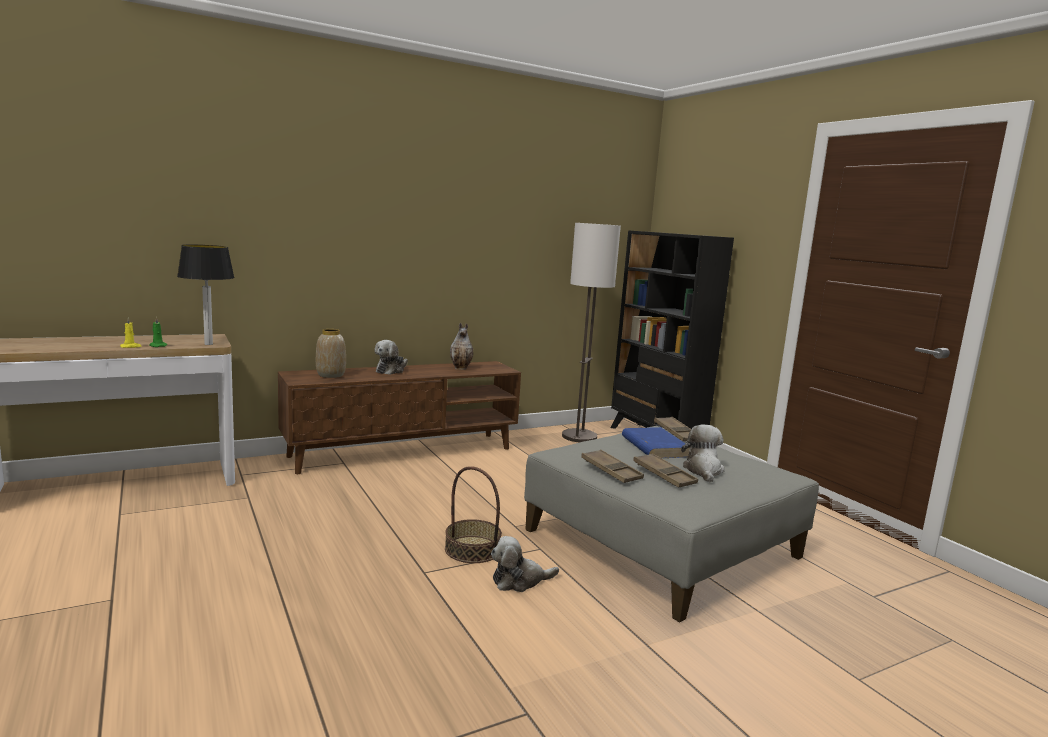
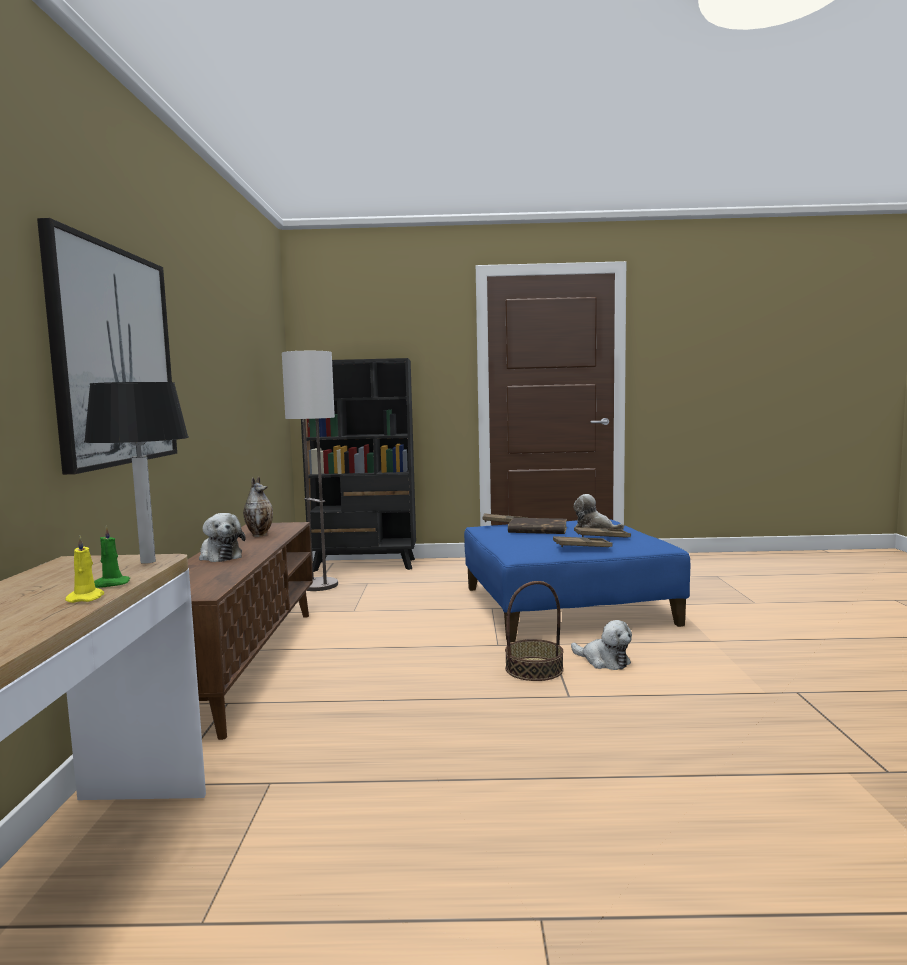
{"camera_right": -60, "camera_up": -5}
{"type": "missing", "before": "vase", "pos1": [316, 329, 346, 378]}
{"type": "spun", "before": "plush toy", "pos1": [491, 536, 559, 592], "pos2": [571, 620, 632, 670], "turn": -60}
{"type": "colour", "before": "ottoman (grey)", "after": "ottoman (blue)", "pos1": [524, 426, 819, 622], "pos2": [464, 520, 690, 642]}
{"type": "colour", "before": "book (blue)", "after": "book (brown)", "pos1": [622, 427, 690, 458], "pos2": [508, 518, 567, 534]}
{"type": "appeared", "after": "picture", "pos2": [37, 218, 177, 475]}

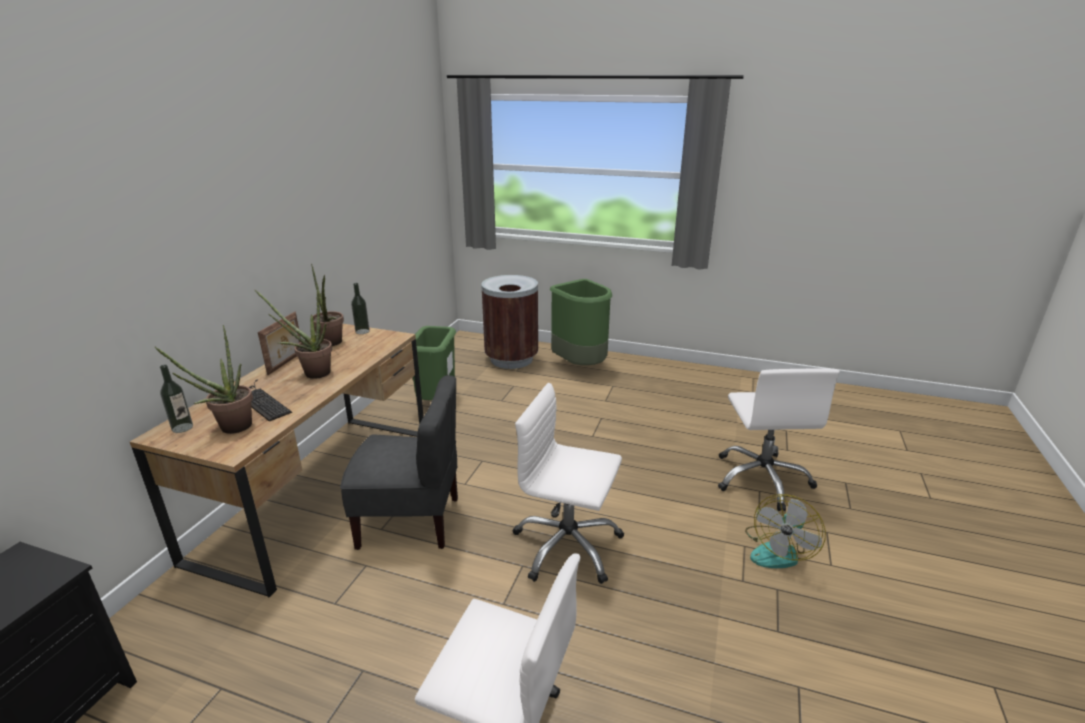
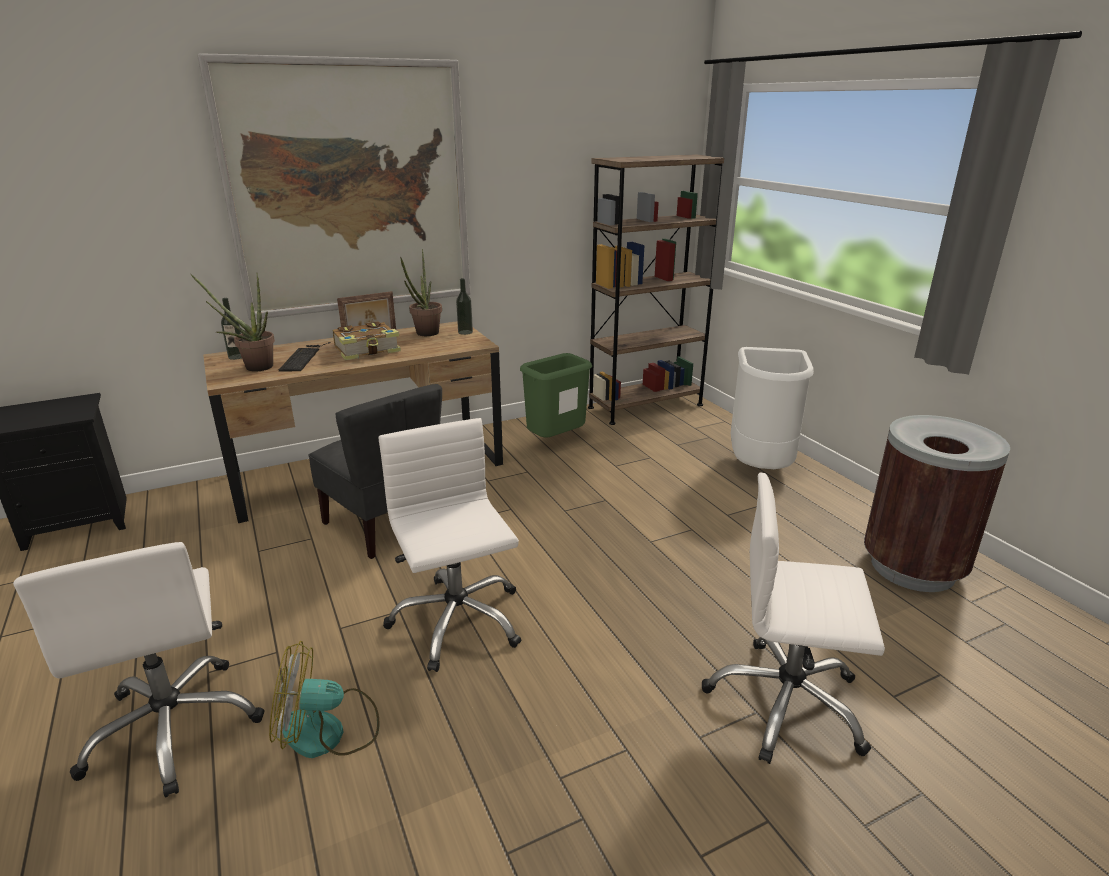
{"camera_right": 45, "camera_up": 0}
{"type": "exchanged", "before": "potted plant", "after": "book", "pos1": [255, 290, 332, 379], "pos2": [333, 321, 401, 360]}
{"type": "relocated", "before": "trash can (brown)", "pos1": [481, 275, 538, 369], "pos2": [864, 415, 1010, 592]}
{"type": "colour", "before": "trash can (green)", "after": "trash can (white)", "pos1": [550, 279, 612, 365], "pos2": [731, 347, 814, 469]}
{"type": "spun", "before": "office chair (white)", "pos1": [718, 368, 840, 511], "pos2": [702, 472, 885, 764], "turn": 60}
{"type": "relocated", "before": "fan", "pos1": [745, 494, 826, 568], "pos2": [269, 641, 380, 758]}
{"type": "appeared", "after": "picture", "pos2": [197, 53, 470, 320]}
{"type": "appeared", "after": "bookcase (brown)", "pos2": [588, 154, 724, 425]}

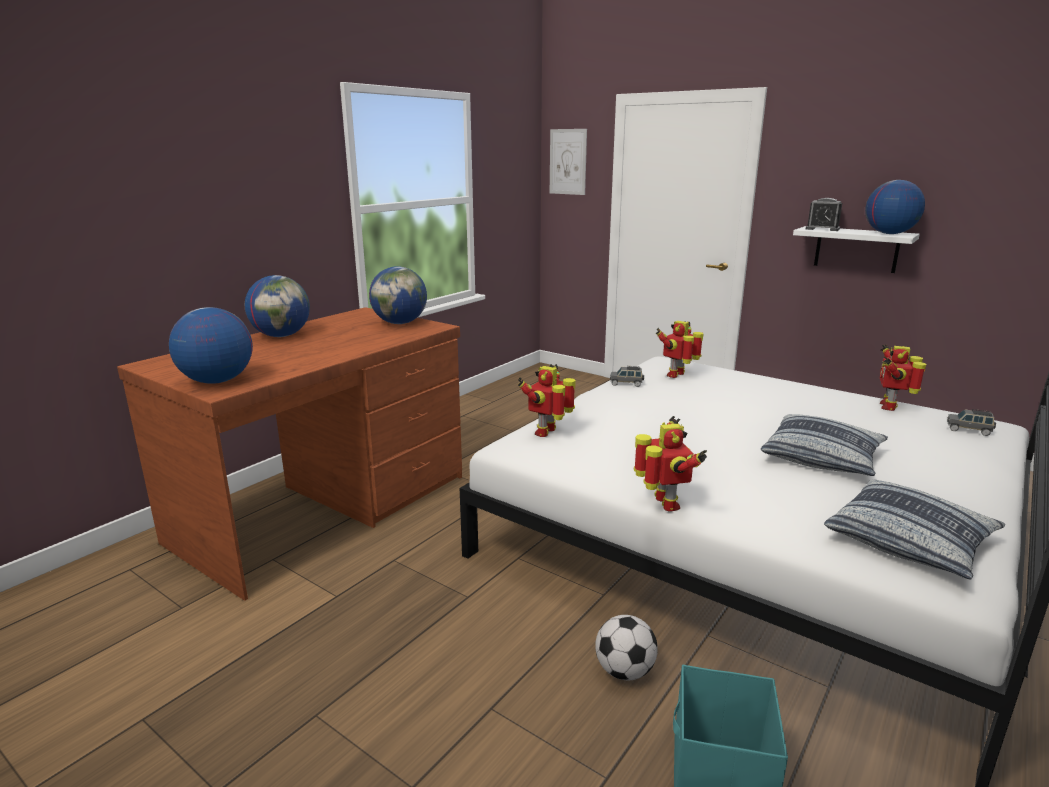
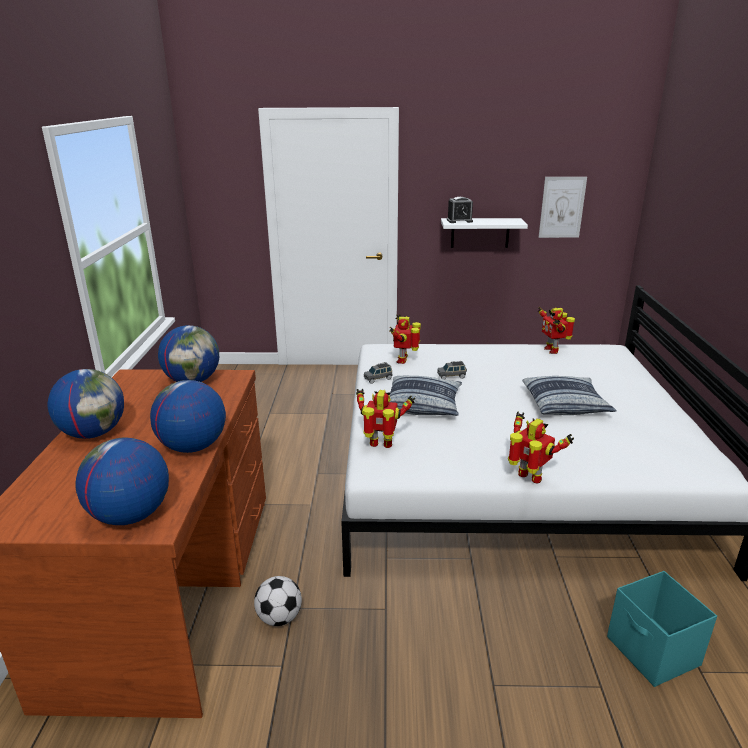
{"camera_right": -35, "camera_up": 5}
{"type": "spun", "before": "toy robot", "pos1": [518, 364, 576, 437], "pos2": [356, 389, 415, 448], "turn": 105}
{"type": "relocated", "before": "picture", "pos1": [550, 129, 587, 195], "pos2": [539, 177, 587, 238]}
{"type": "relocated", "before": "football", "pos1": [595, 615, 658, 680], "pos2": [254, 576, 302, 626]}
{"type": "relocated", "before": "pillow", "pos1": [824, 480, 1005, 580], "pos2": [390, 376, 462, 416]}
{"type": "relocated", "before": "globe", "pos1": [865, 180, 925, 234], "pos2": [150, 380, 226, 453]}
{"type": "relocated", "before": "toy car (grey)", "pos1": [947, 409, 996, 436], "pos2": [437, 361, 467, 379]}

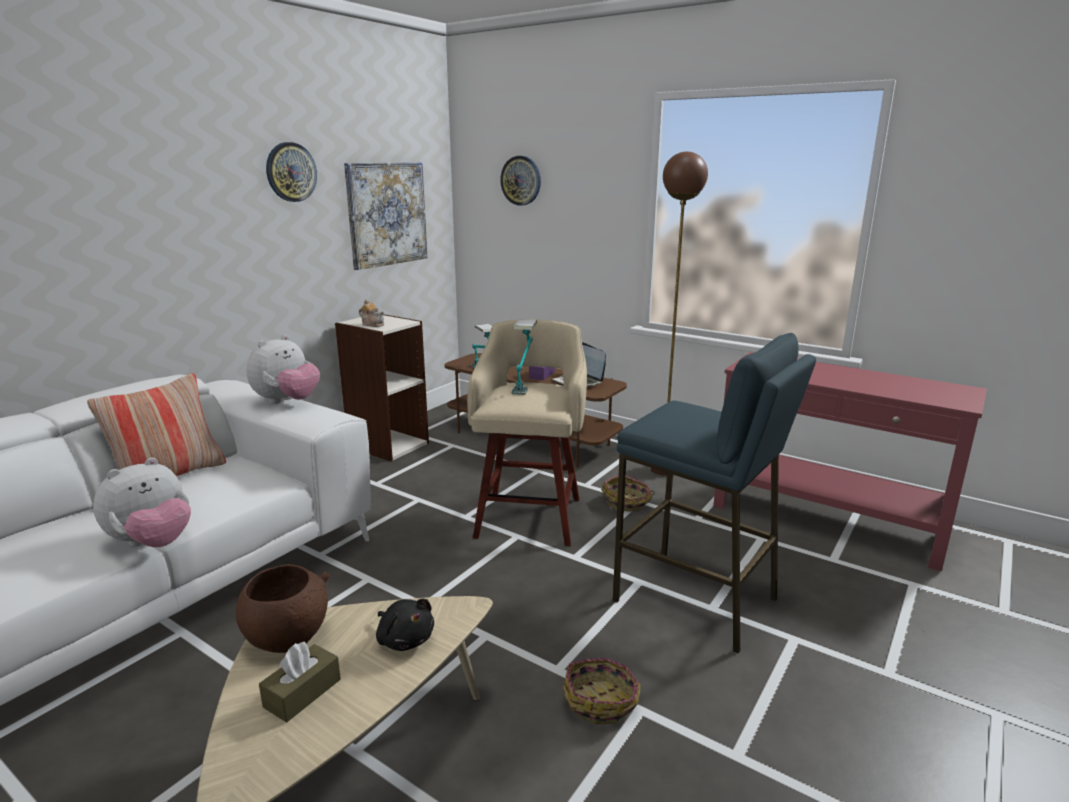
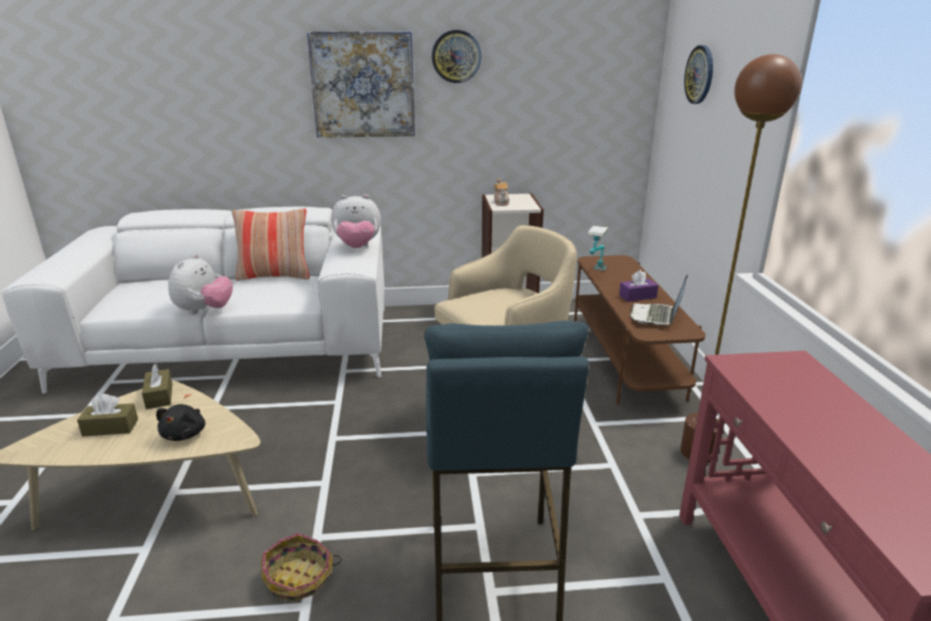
{"camera_right": 50, "camera_up": 5}
{"type": "spun", "before": "plush toy", "pos1": [93, 458, 191, 547], "pos2": [168, 254, 233, 315], "turn": -75}
{"type": "exchanged", "before": "bowl (brown)", "after": "tissue box (brown)", "pos1": [236, 564, 329, 653], "pos2": [142, 364, 172, 409]}
{"type": "relocated", "before": "picture", "pos1": [344, 162, 427, 270], "pos2": [307, 31, 415, 138]}
{"type": "missing", "before": "table lamp", "pos1": [511, 319, 537, 395]}
{"type": "missing", "before": "basket", "pos1": [601, 476, 655, 512]}

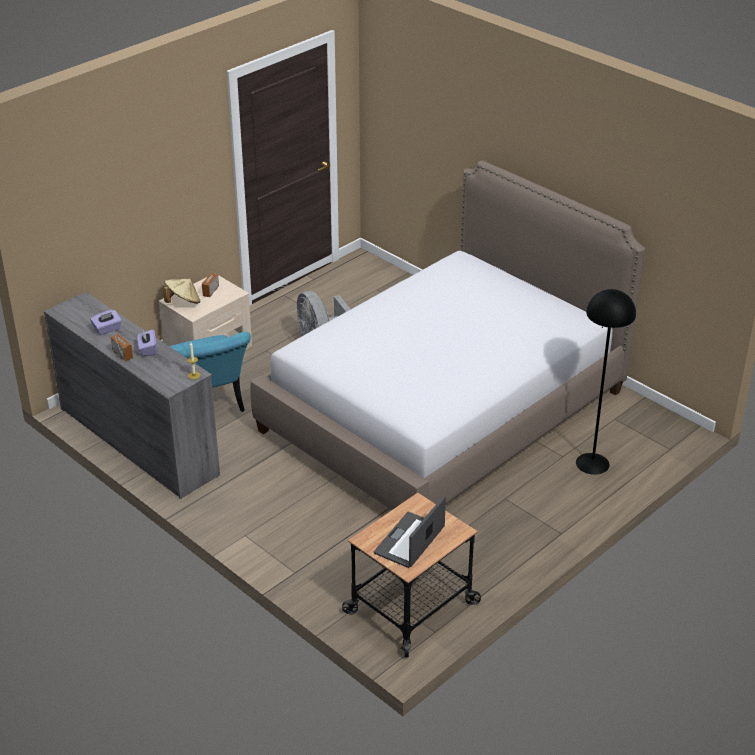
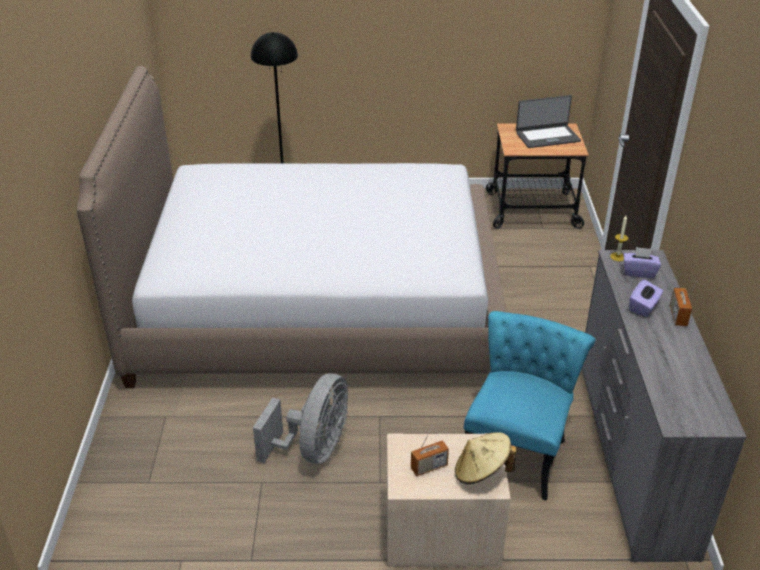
{"camera_right": -135, "camera_up": 0}
{"type": "relocated", "before": "tissue box (purple)", "pos1": [90, 310, 122, 335], "pos2": [623, 247, 661, 278]}

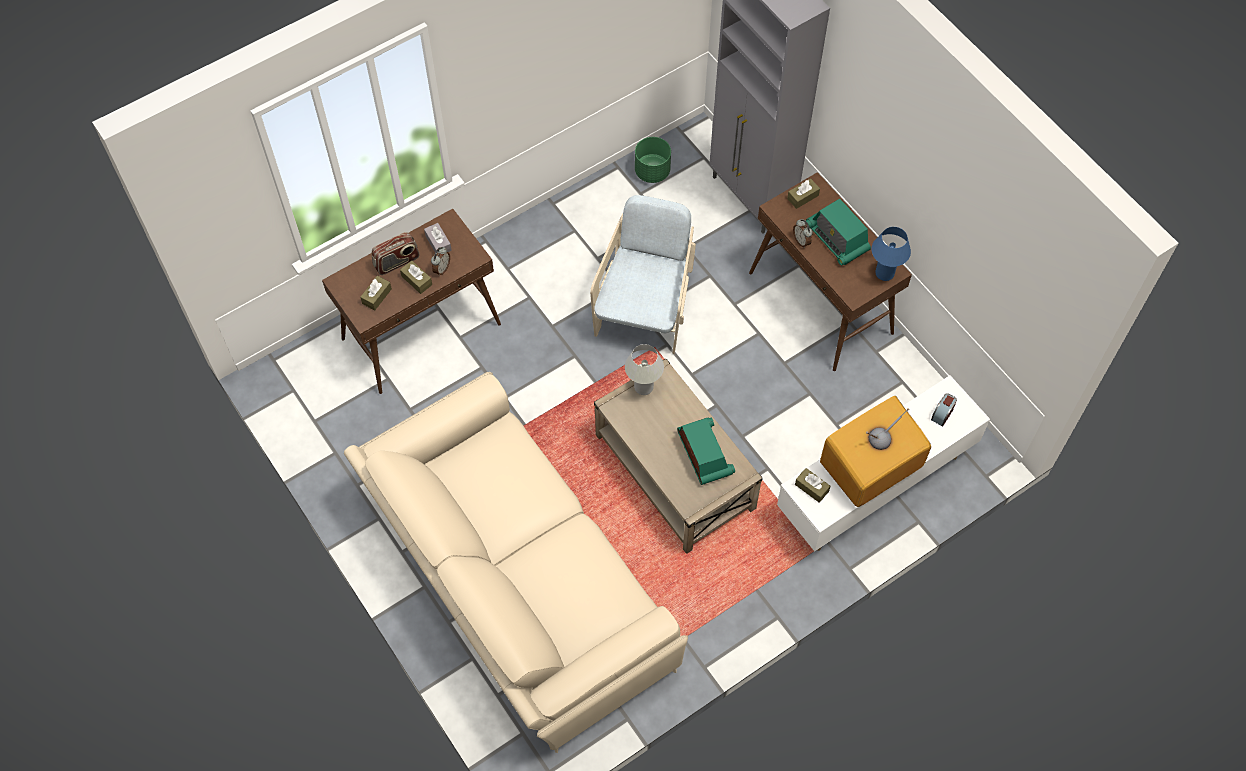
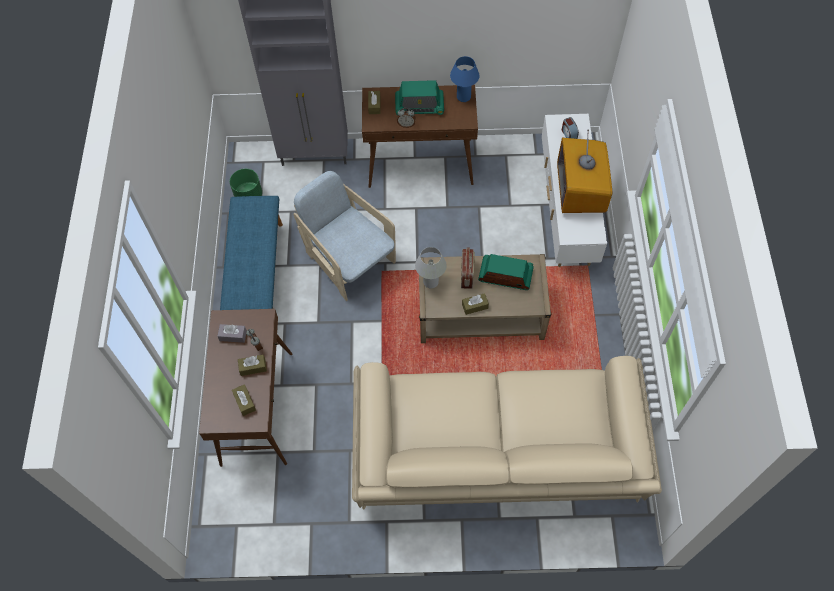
{"camera_right": -55, "camera_up": 0}
{"type": "relocated", "before": "radio", "pos1": [372, 232, 420, 275], "pos2": [461, 247, 475, 289]}
{"type": "relocated", "before": "tissue box (brown)", "pos1": [795, 468, 830, 503], "pos2": [462, 293, 489, 315]}
{"type": "appeared", "after": "bench (blue)", "pos2": [220, 196, 283, 310]}

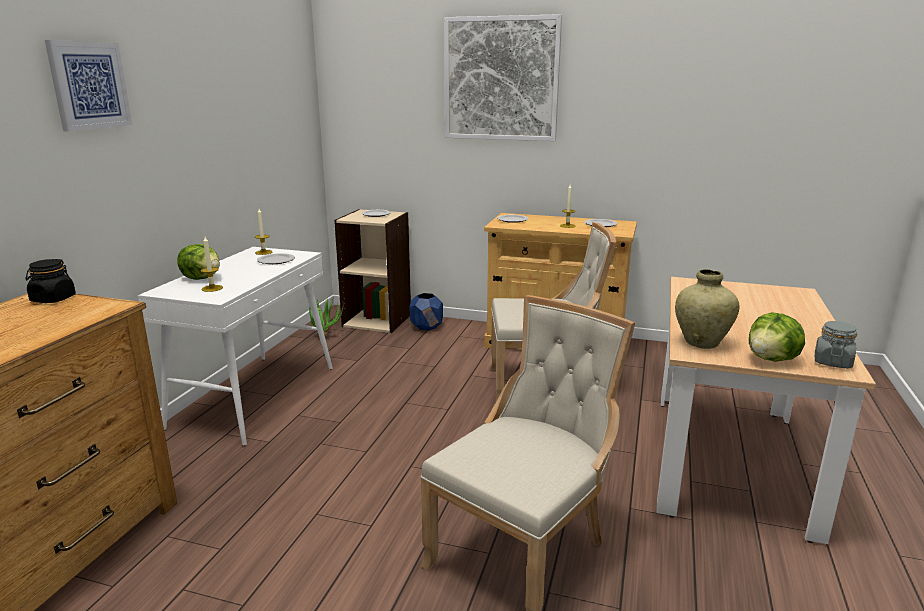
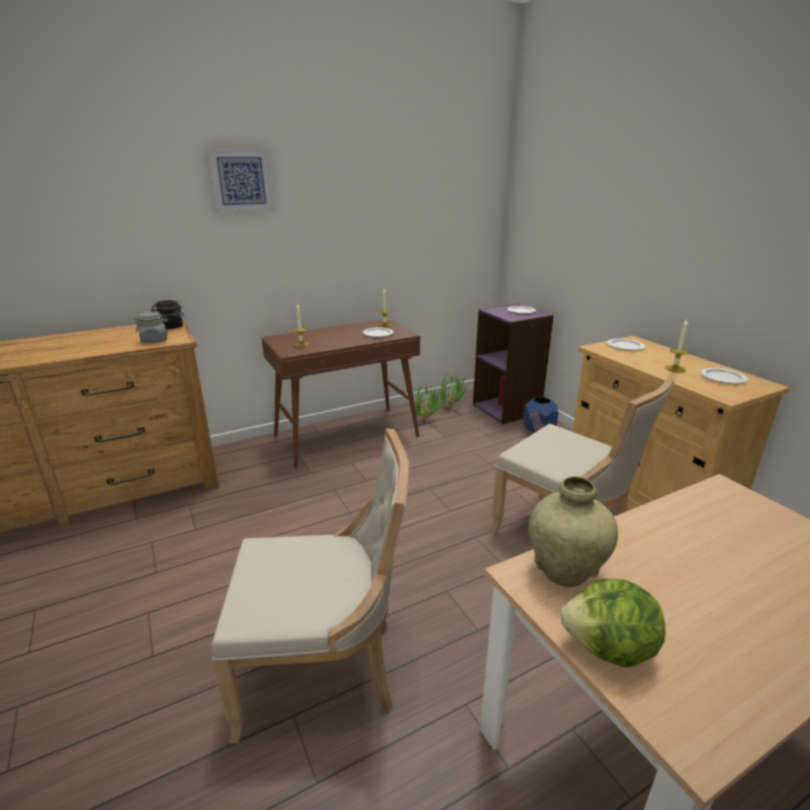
{"camera_right": 45, "camera_up": 5}
{"type": "colour", "before": "console table (white)", "after": "console table (brown)", "pos1": [138, 247, 333, 446], "pos2": [261, 319, 420, 468]}
{"type": "missing", "before": "lettuce", "pos1": [177, 244, 220, 280]}
{"type": "colour", "before": "bookcase (beige)", "after": "bookcase (purple)", "pos1": [334, 209, 411, 333], "pos2": [473, 303, 554, 424]}
{"type": "missing", "before": "picture", "pos1": [444, 14, 562, 141]}
{"type": "relocated", "before": "jar (grey)", "pos1": [815, 321, 857, 368], "pos2": [134, 312, 168, 343]}
{"type": "appeared", "after": "potted plant", "pos2": [414, 383, 445, 422]}

